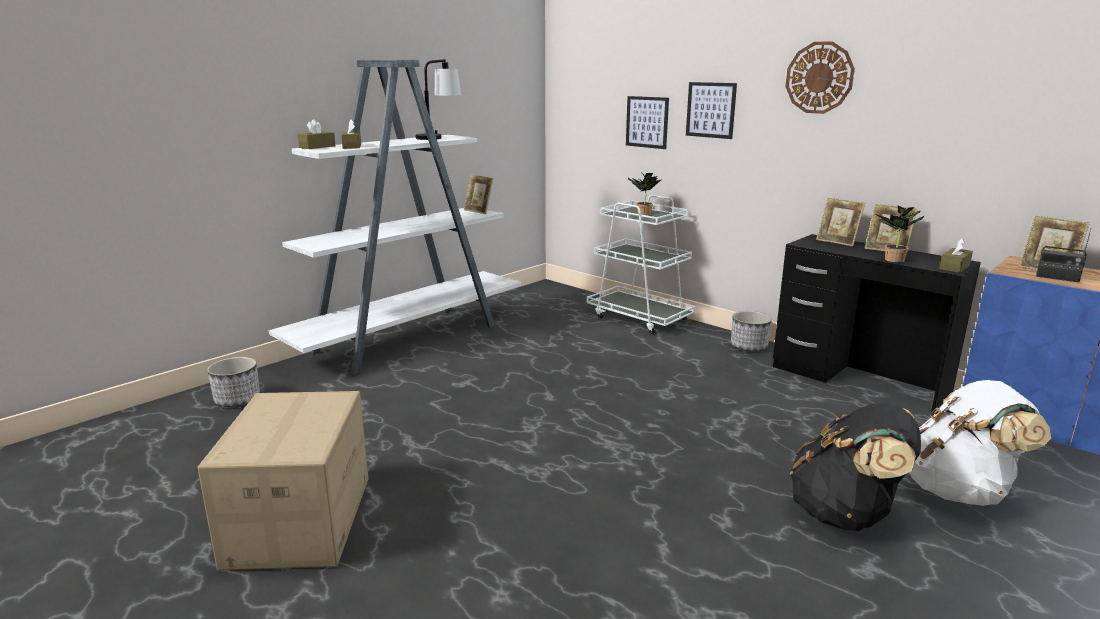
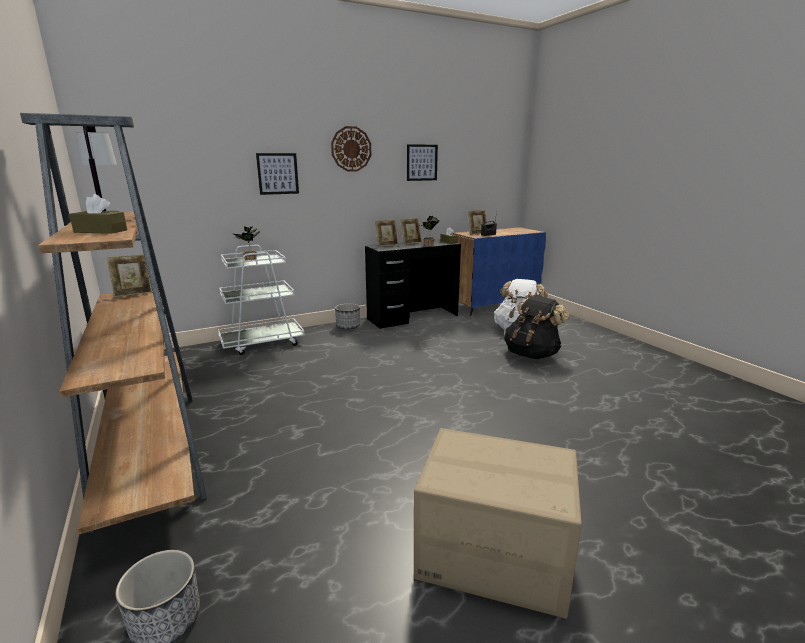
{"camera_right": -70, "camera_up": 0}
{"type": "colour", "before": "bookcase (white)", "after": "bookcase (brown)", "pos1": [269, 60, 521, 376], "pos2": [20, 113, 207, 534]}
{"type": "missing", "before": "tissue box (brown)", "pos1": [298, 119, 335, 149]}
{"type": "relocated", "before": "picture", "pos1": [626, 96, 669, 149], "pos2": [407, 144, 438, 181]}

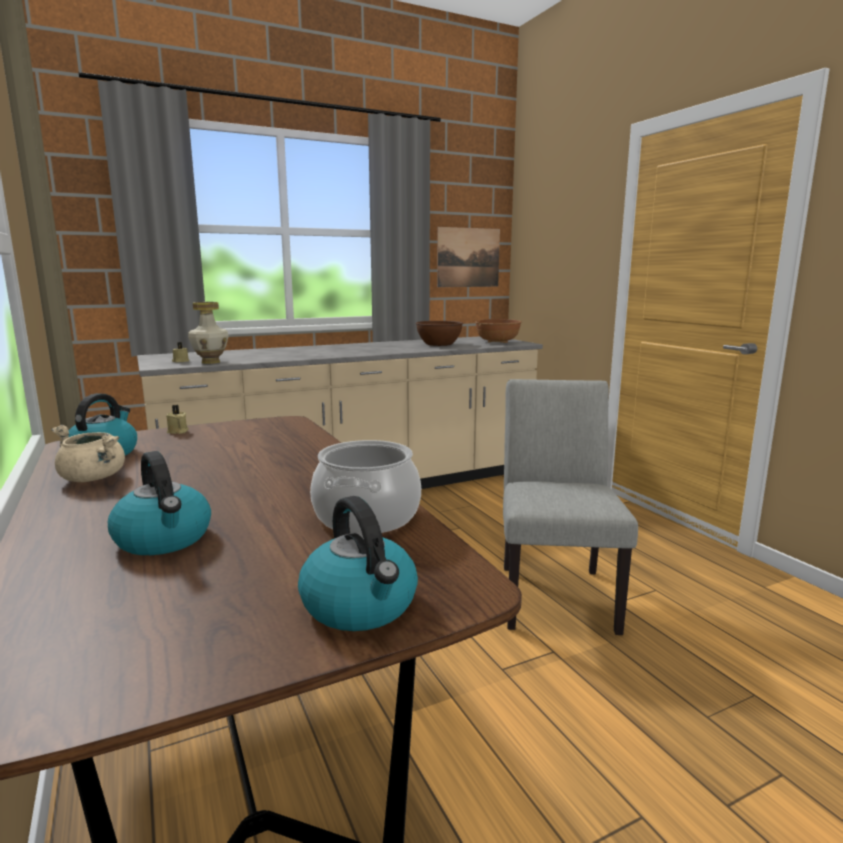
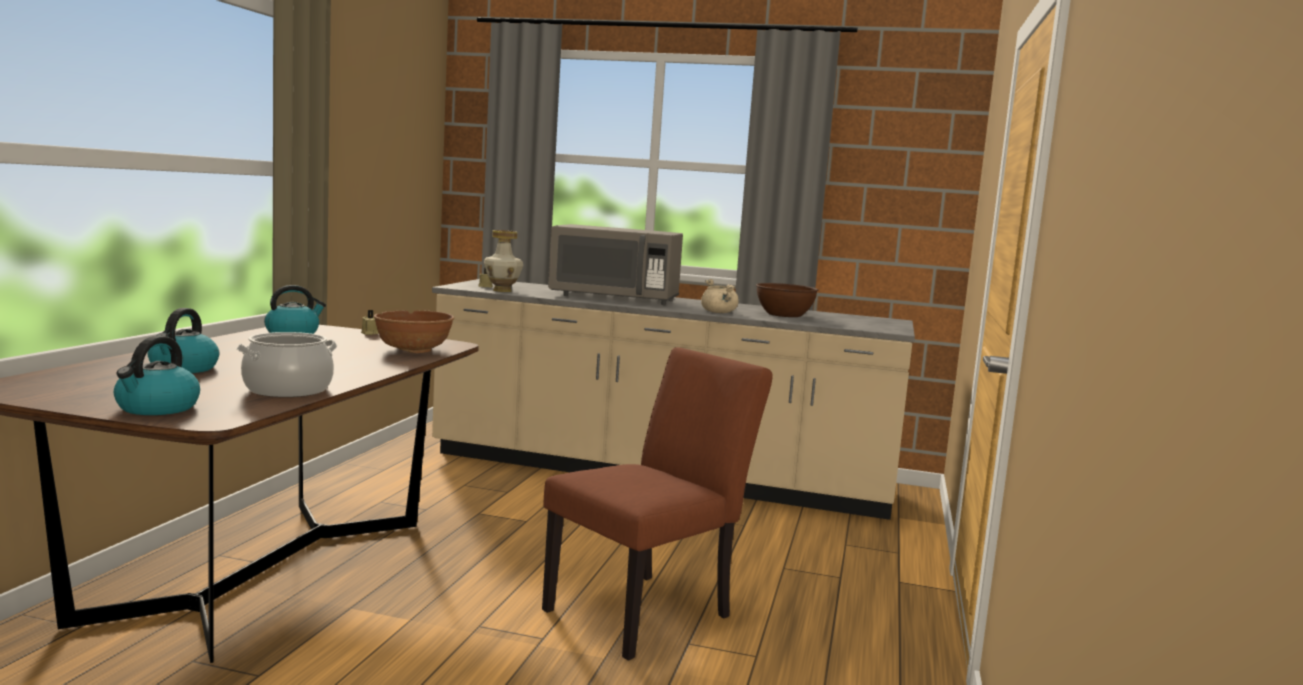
{"camera_right": 40, "camera_up": -5}
{"type": "relocated", "before": "cooking pot (beige)", "pos1": [51, 425, 125, 482], "pos2": [701, 279, 739, 313]}
{"type": "missing", "before": "picture", "pos1": [437, 227, 500, 287]}
{"type": "relocated", "before": "bowl (brown)", "pos1": [475, 319, 522, 343], "pos2": [374, 310, 454, 353]}
{"type": "colour", "before": "chair (grey)", "after": "chair (brown)", "pos1": [503, 379, 638, 635], "pos2": [542, 347, 773, 661]}
{"type": "appeared", "after": "microwave (grey)", "pos2": [548, 224, 683, 305]}

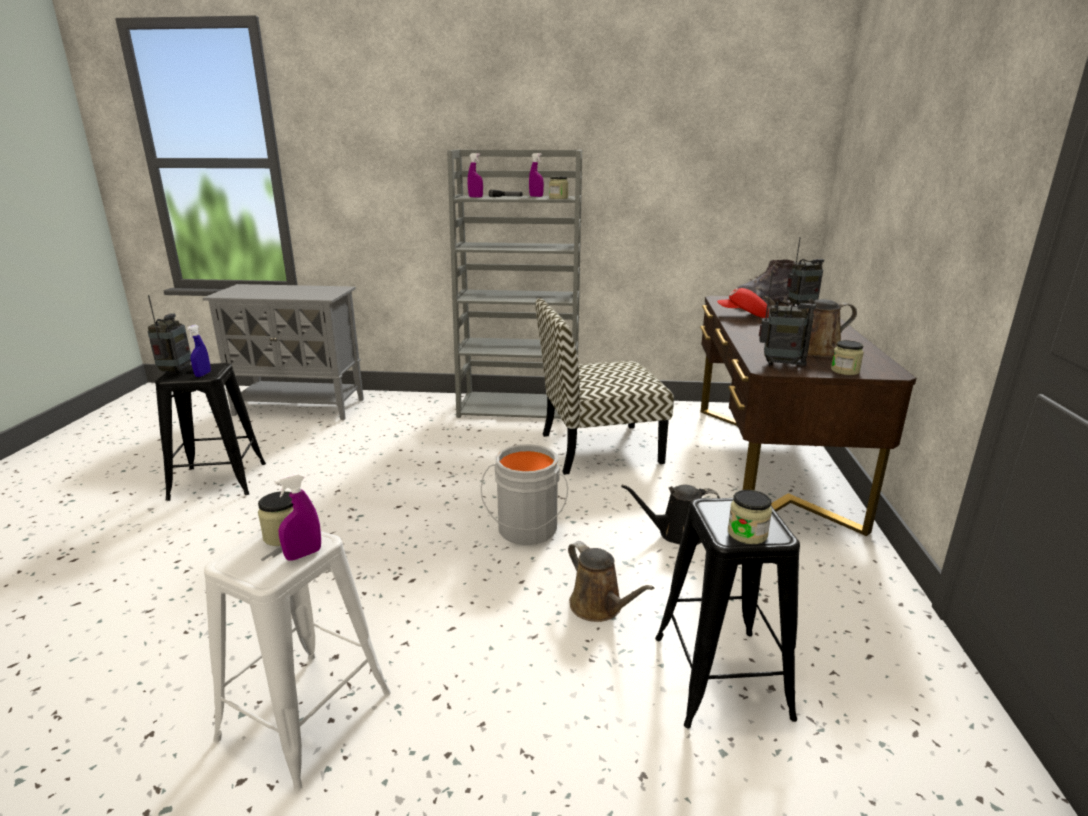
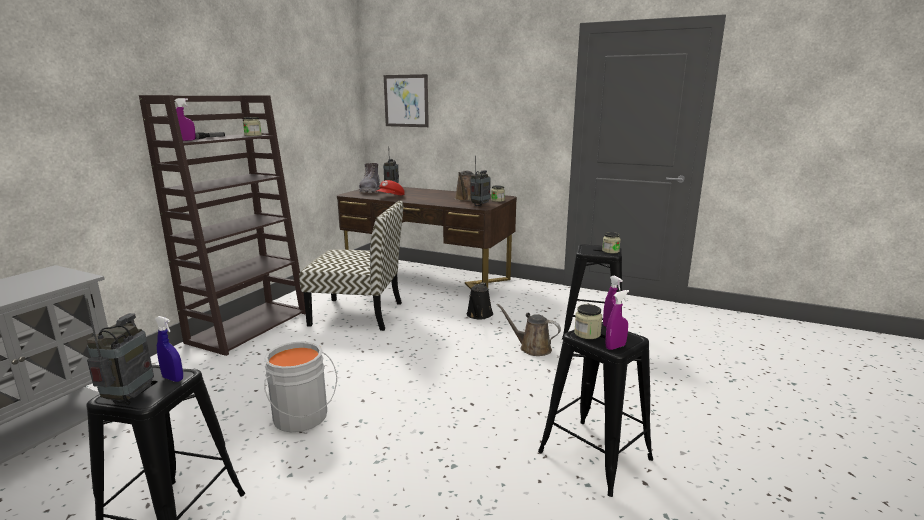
{"camera_right": -70, "camera_up": -5}
{"type": "spun", "before": "radio", "pos1": [147, 295, 191, 375], "pos2": [85, 298, 154, 405], "turn": 75}
{"type": "colour", "before": "stool (white)", "after": "stool (black)", "pos1": [204, 531, 391, 791], "pos2": [538, 322, 653, 497]}
{"type": "colour", "before": "bookcase (grey)", "after": "bookcase (brown)", "pos1": [447, 150, 583, 419], "pos2": [139, 95, 306, 356]}
{"type": "relocated", "before": "bucket (grey)", "pos1": [481, 444, 568, 545], "pos2": [264, 341, 337, 432]}
{"type": "relocated", "before": "spray bottle (purple)", "pos1": [529, 153, 544, 197], "pos2": [606, 290, 629, 350]}
{"type": "spun", "before": "chair", "pos1": [535, 298, 674, 475], "pos2": [299, 201, 403, 331], "turn": -90}
{"type": "spun", "before": "watering can (brown)", "pos1": [568, 541, 654, 622], "pos2": [497, 303, 561, 356], "turn": -135}
{"type": "appeared", "after": "picture", "pos2": [384, 74, 429, 127]}

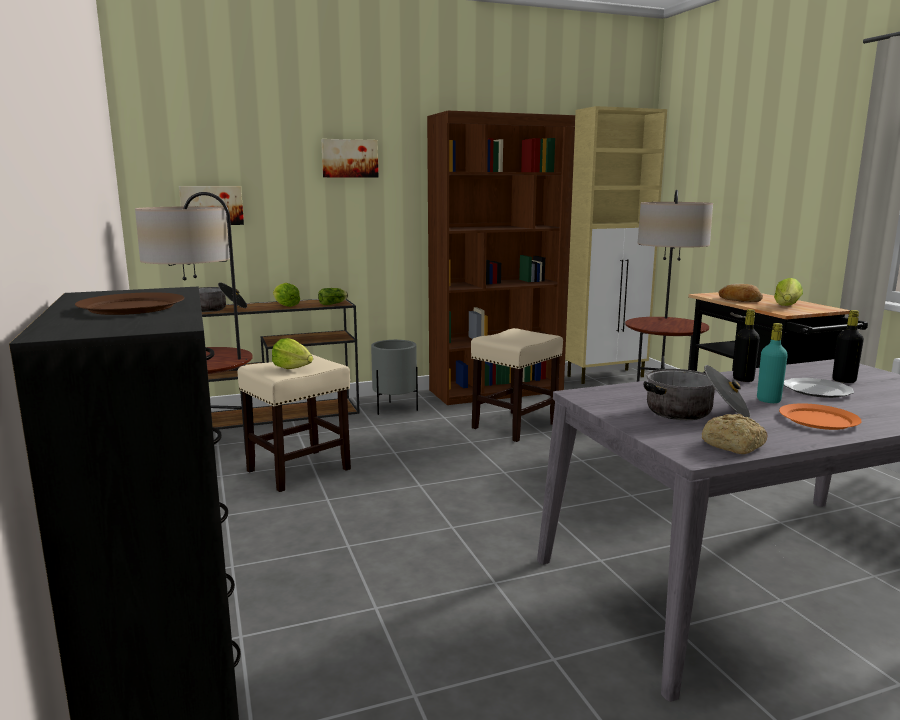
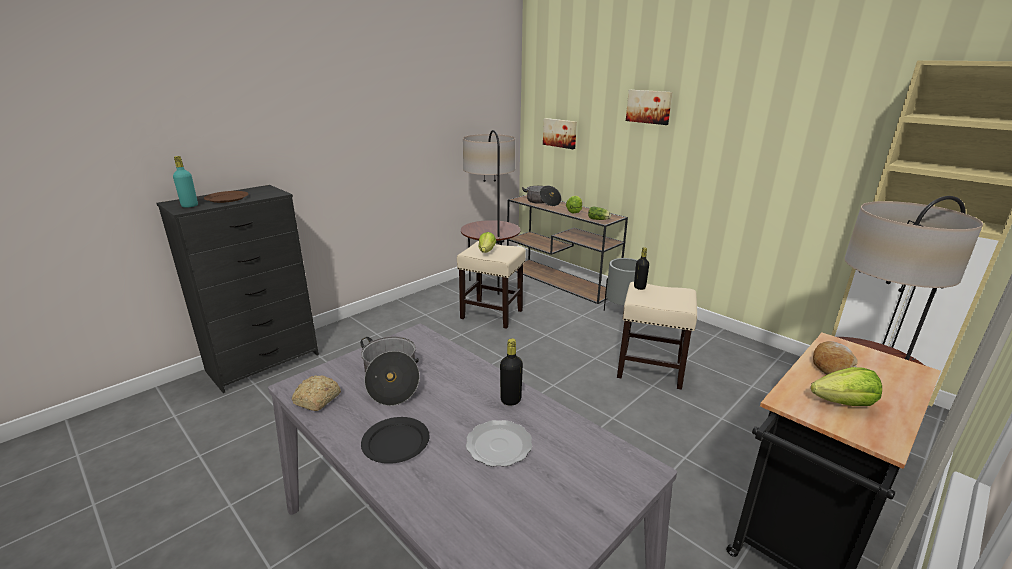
{"camera_right": 65, "camera_up": 10}
{"type": "missing", "before": "bookcase (brown)", "pos1": [427, 111, 575, 405]}
{"type": "relocated", "before": "bottle (turquoise)", "pos1": [757, 323, 788, 403], "pos2": [173, 156, 198, 208]}
{"type": "colour", "before": "plate (orange)", "after": "plate (black)", "pos1": [779, 403, 862, 430], "pos2": [361, 417, 430, 464]}
{"type": "relocated", "before": "bottle (black)", "pos1": [832, 310, 864, 383], "pos2": [634, 247, 649, 290]}

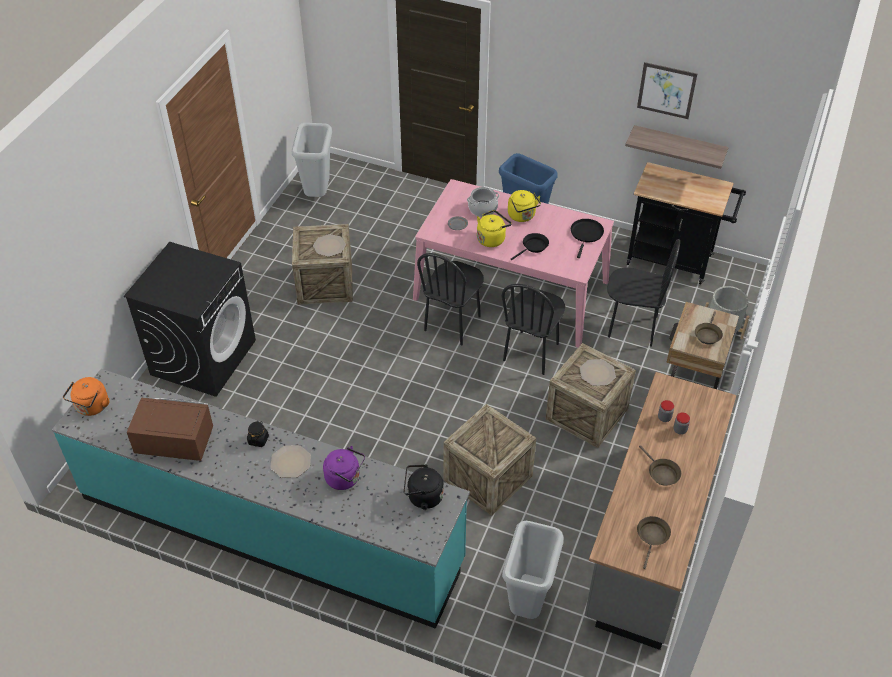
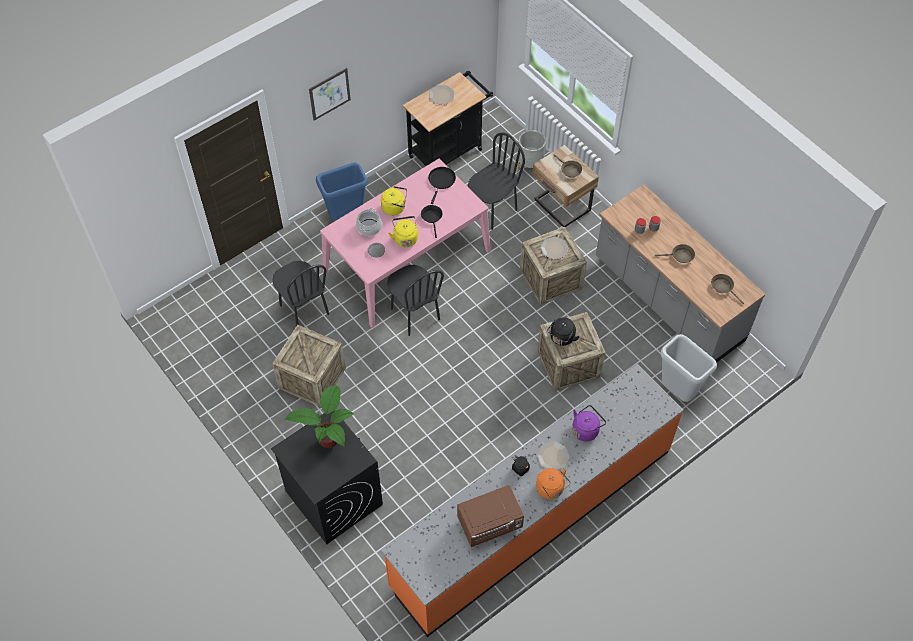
{"camera_right": -60, "camera_up": 10}
{"type": "colour", "before": "counter (turquoise)", "after": "counter (orange)", "pos1": [52, 369, 470, 629], "pos2": [381, 364, 684, 637]}
{"type": "relocated", "before": "kettle (orange)", "pos1": [63, 377, 109, 416], "pos2": [536, 468, 571, 499]}
{"type": "spun", "before": "microwave (brown)", "pos1": [127, 398, 214, 461], "pos2": [457, 485, 524, 547], "turn": -150}
{"type": "missing", "before": "trash can (grey)", "pos1": [292, 123, 332, 197]}
{"type": "relocated", "before": "plate", "pos1": [313, 234, 346, 257], "pos2": [429, 85, 455, 104]}
{"type": "relocated", "before": "kettle (black)", "pos1": [404, 464, 444, 509], "pos2": [547, 317, 579, 346]}
{"type": "relocated", "before": "chair (black)", "pos1": [502, 284, 565, 375], "pos2": [272, 261, 329, 326]}
{"type": "spun", "before": "frying pan (black)", "pos1": [571, 219, 604, 258], "pos2": [428, 167, 456, 204], "turn": 60}
{"type": "missing", "before": "shelf", "pos1": [625, 125, 729, 169]}
{"type": "relocated", "before": "picture", "pos1": [637, 62, 697, 119], "pos2": [309, 68, 351, 121]}
{"type": "appeared", "after": "potted plant", "pos2": [284, 386, 354, 448]}

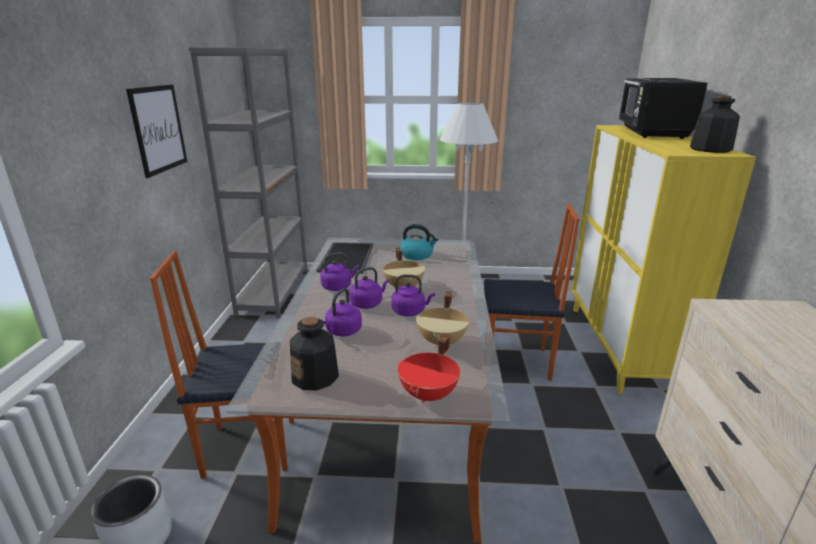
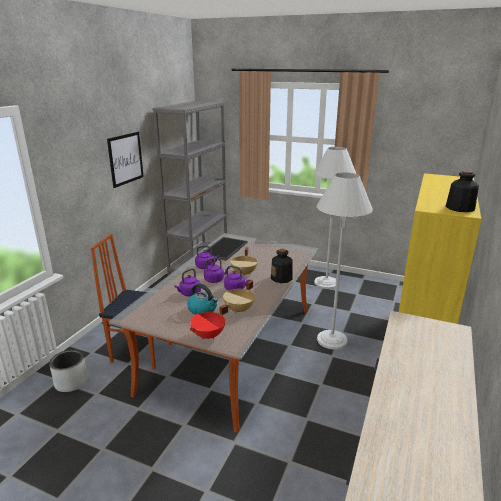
{"camera_right": 20, "camera_up": 0}
{"type": "relocated", "before": "bottle", "pos1": [290, 316, 339, 391], "pos2": [270, 249, 293, 283]}
{"type": "relocated", "before": "kettle", "pos1": [399, 224, 439, 260], "pos2": [187, 284, 218, 315]}
{"type": "exchanged", "before": "chair", "after": "floor lamp (white)", "pos1": [484, 204, 580, 381], "pos2": [317, 173, 373, 349]}
{"type": "missing", "before": "microwave (black)", "pos1": [619, 78, 708, 139]}

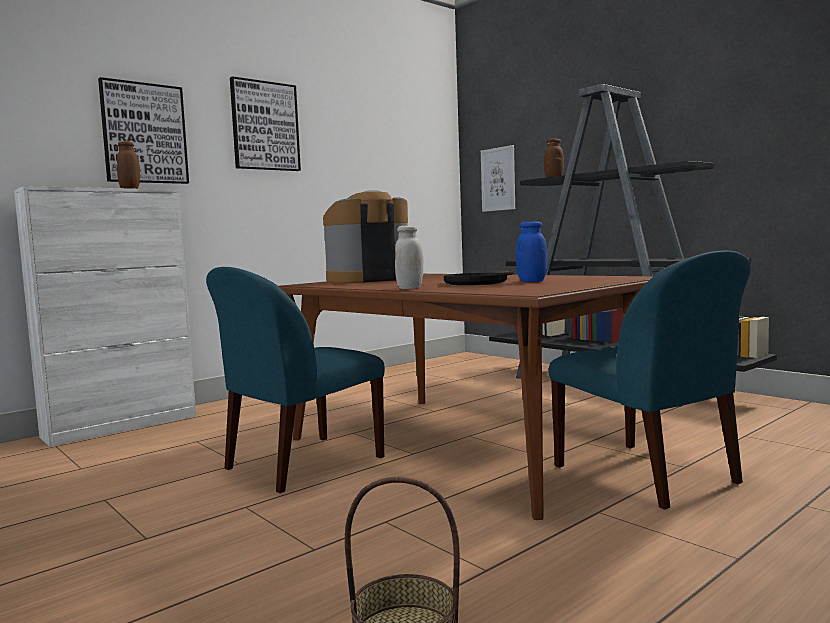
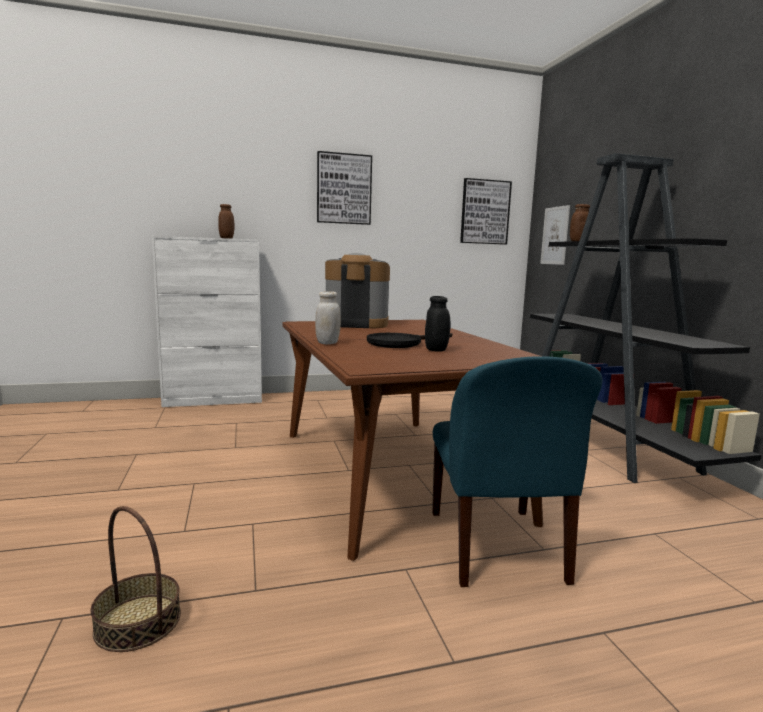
{"camera_right": 25, "camera_up": 5}
{"type": "relocated", "before": "picture", "pos1": [98, 77, 189, 184], "pos2": [460, 178, 512, 245]}
{"type": "missing", "before": "chair (blue)", "pos1": [206, 267, 385, 493]}
{"type": "colour", "before": "jar (blue)", "after": "jar (black)", "pos1": [516, 221, 547, 282], "pos2": [425, 296, 451, 352]}

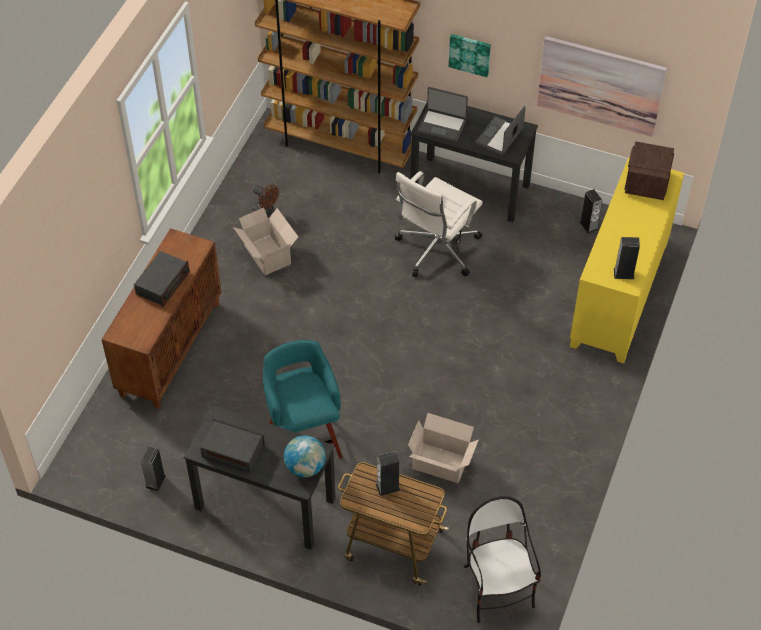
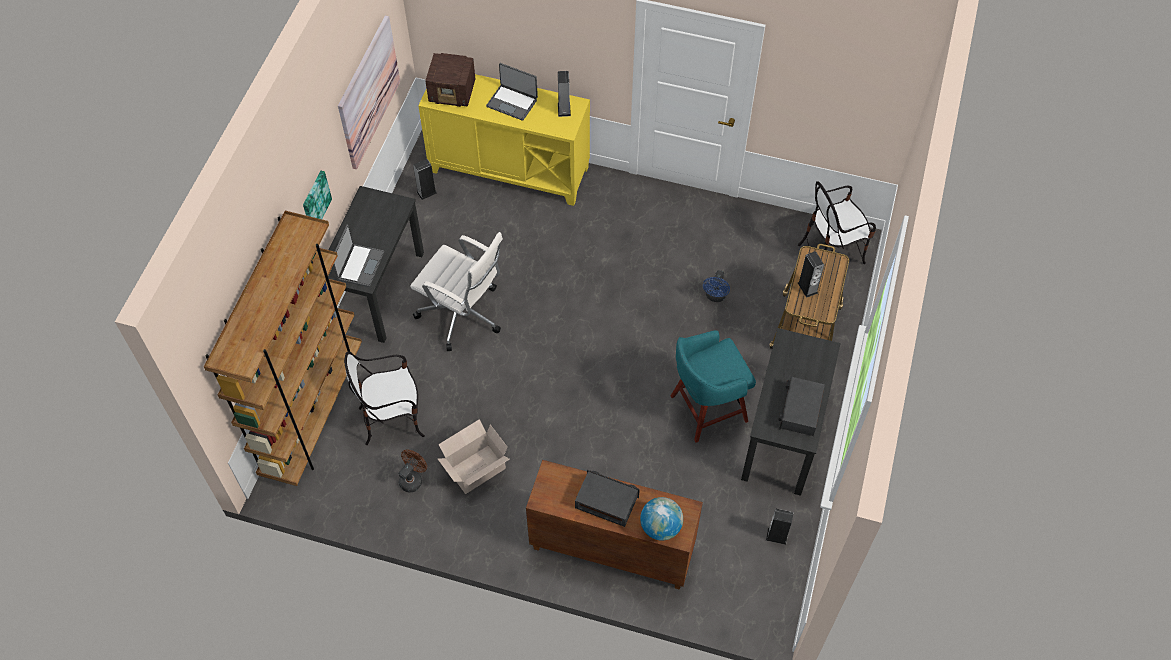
{"camera_right": -95, "camera_up": 5}
{"type": "relocated", "before": "globe", "pos1": [284, 436, 326, 477], "pos2": [640, 497, 683, 541]}
{"type": "exchanged", "before": "cardboard box", "after": "fan (blue)", "pos1": [408, 413, 479, 483], "pos2": [703, 270, 730, 302]}
{"type": "relocated", "before": "laptop", "pos1": [475, 106, 526, 155], "pos2": [486, 63, 538, 121]}
{"type": "appeared", "after": "chair", "pos2": [344, 351, 425, 445]}

